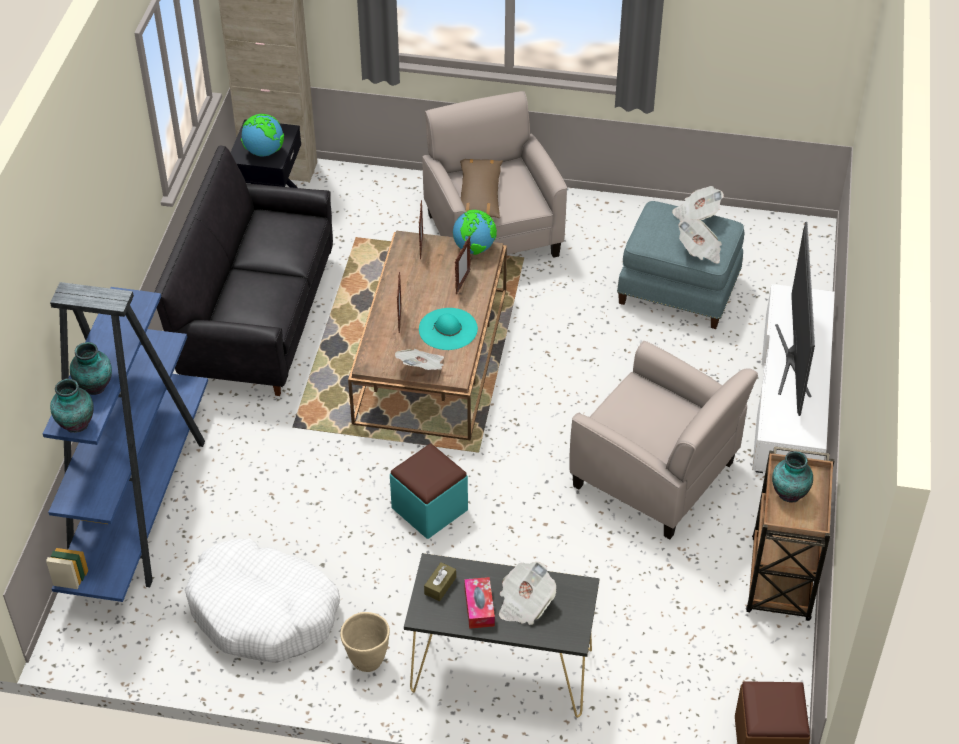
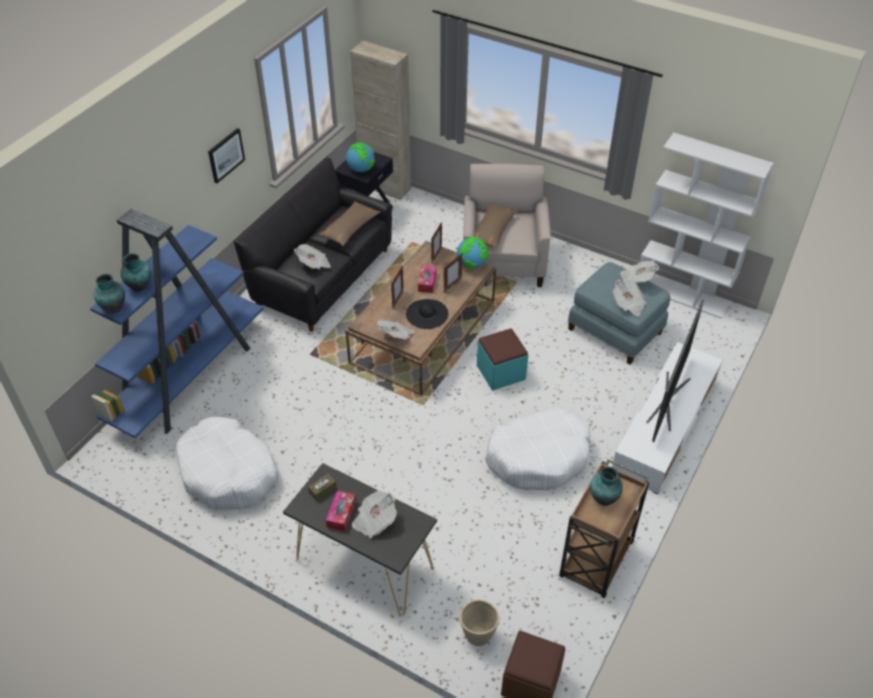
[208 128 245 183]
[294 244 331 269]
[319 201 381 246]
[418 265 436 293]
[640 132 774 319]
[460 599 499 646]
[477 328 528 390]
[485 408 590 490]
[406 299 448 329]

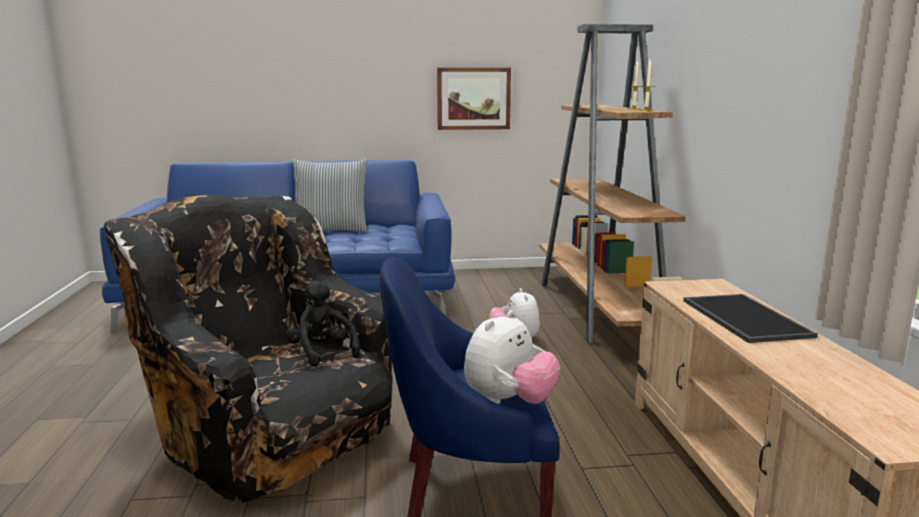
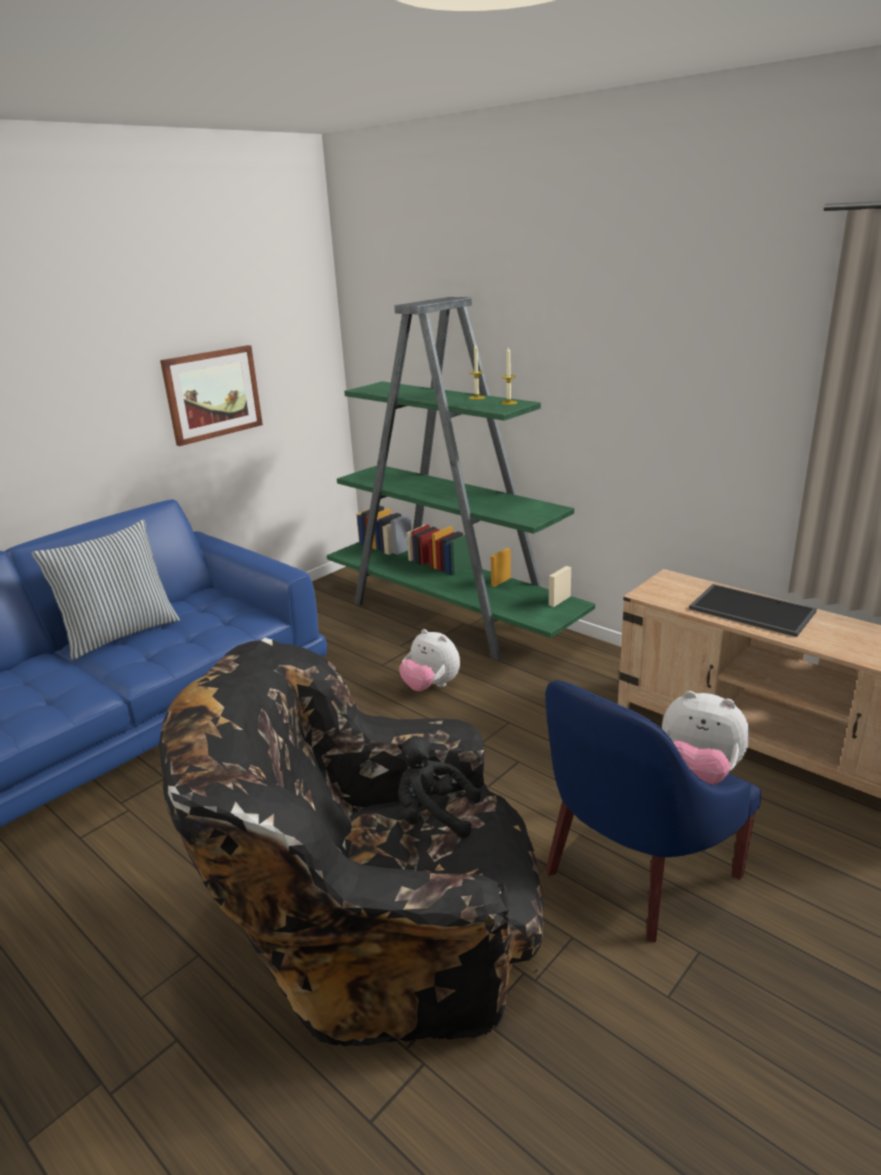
[327 297 595 661]
[662 691 750 785]

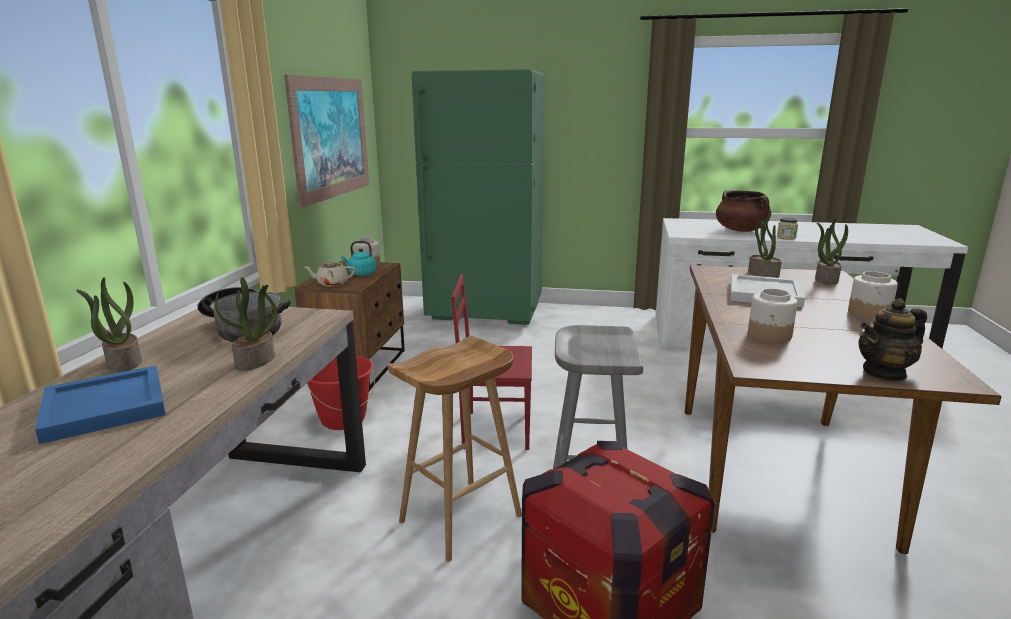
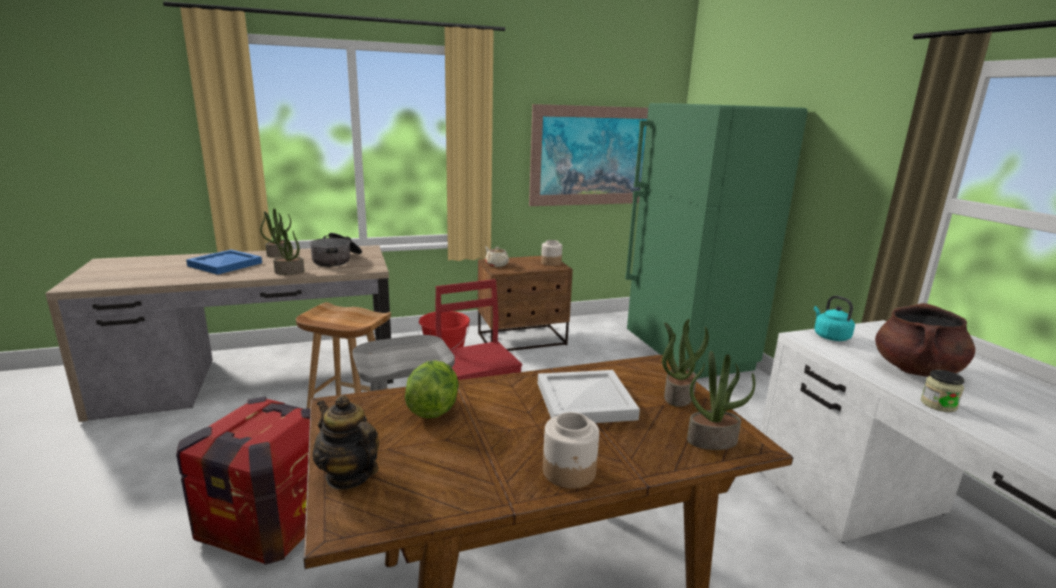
[814 296 855 341]
[405 360 459 419]

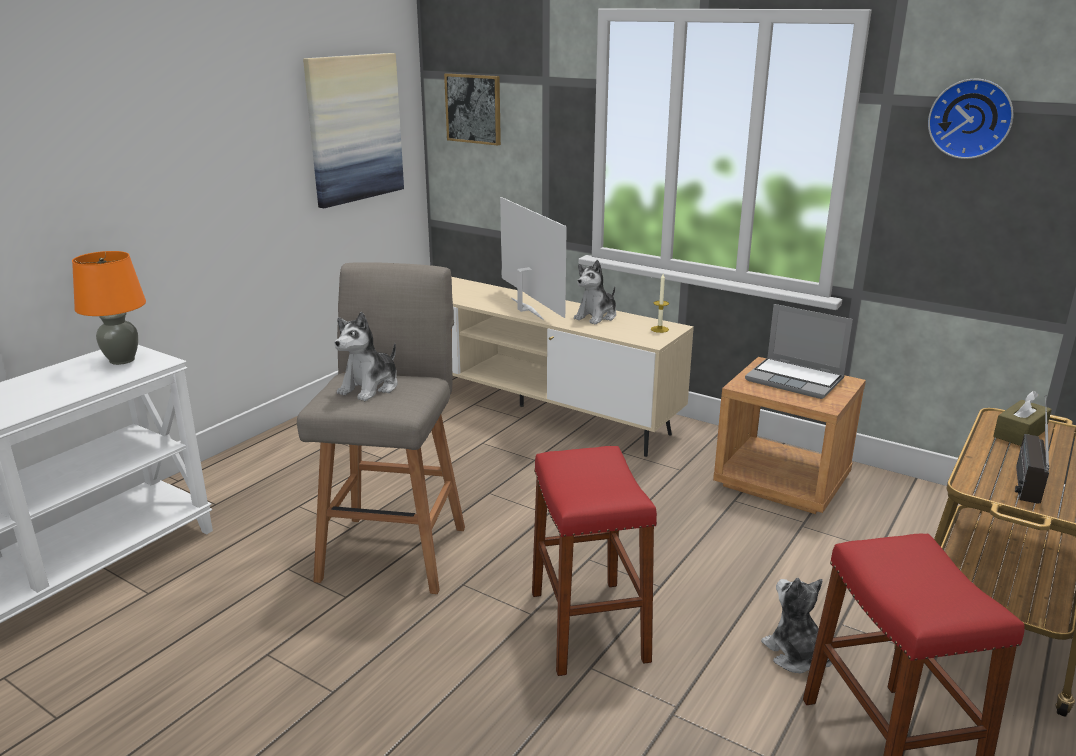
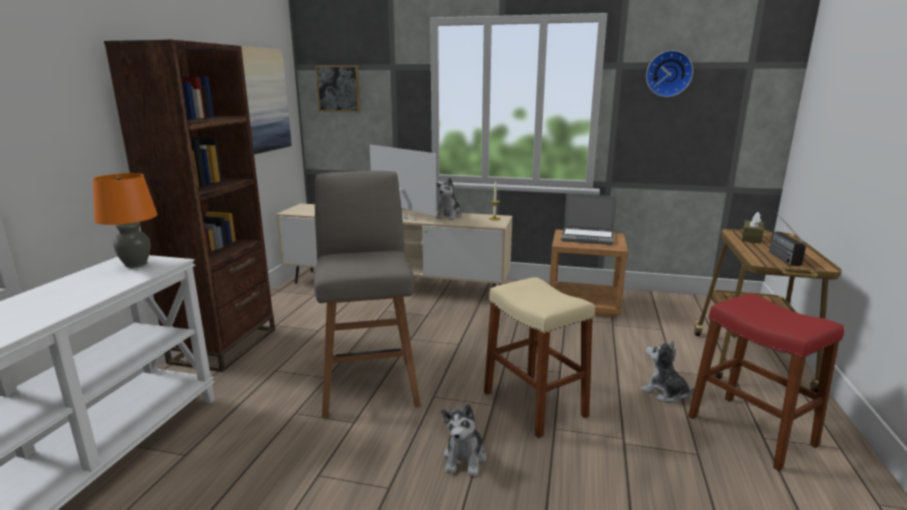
[104 40 275 372]
[441 404 487 477]
[484 277 595 438]

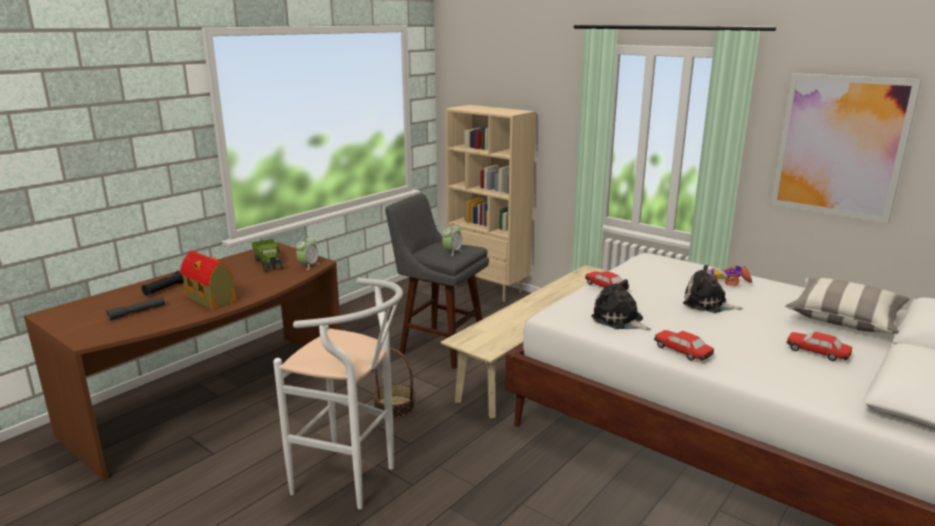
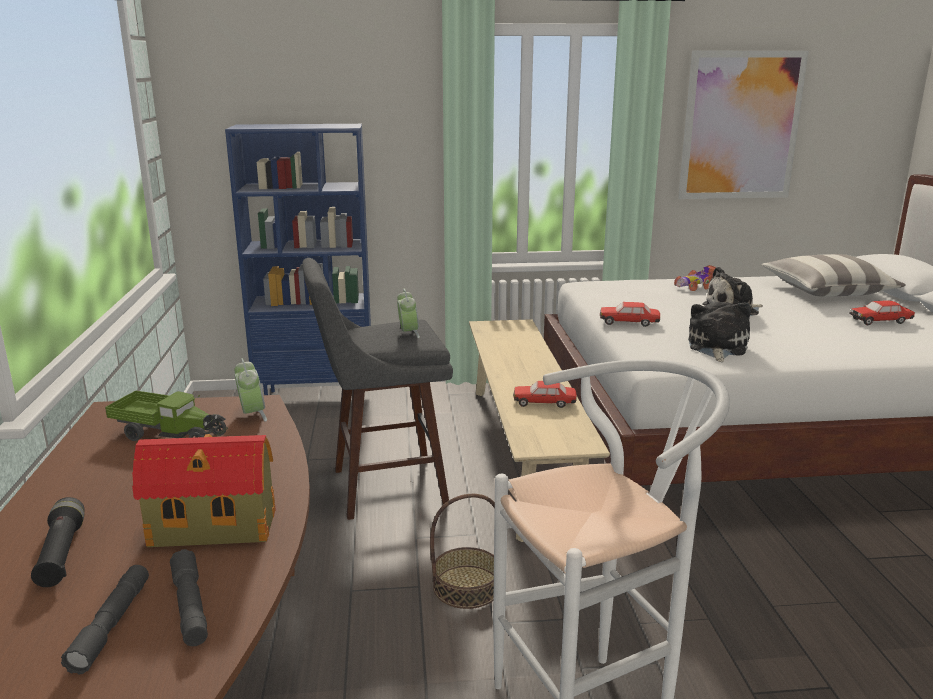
[170 549 208 646]
[513 381 577 408]
[225 124 371 395]
[688 302 751 362]

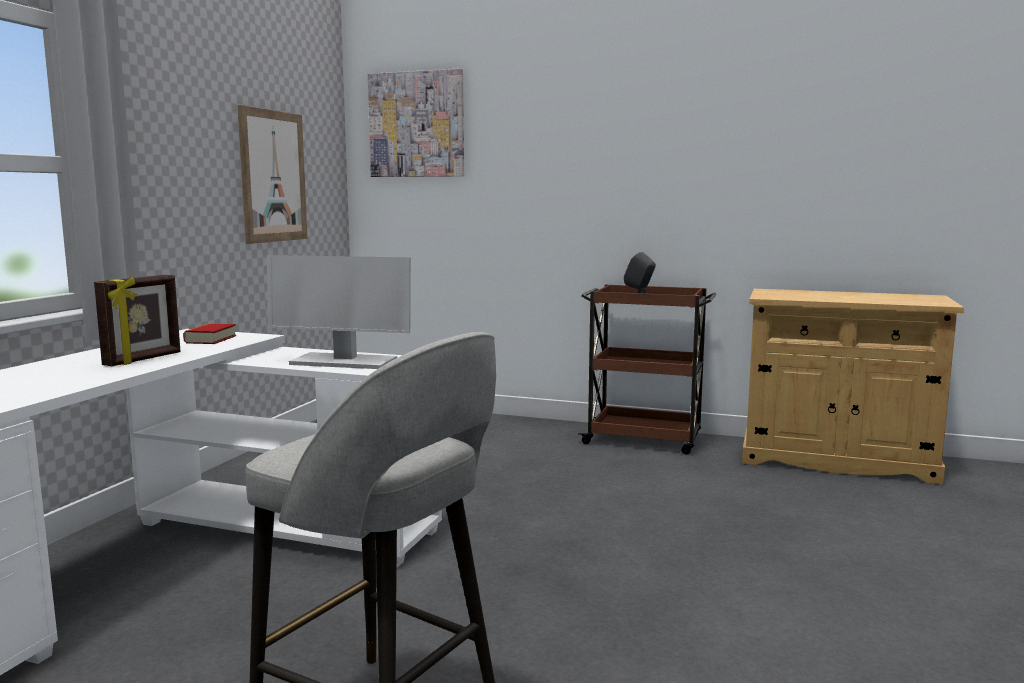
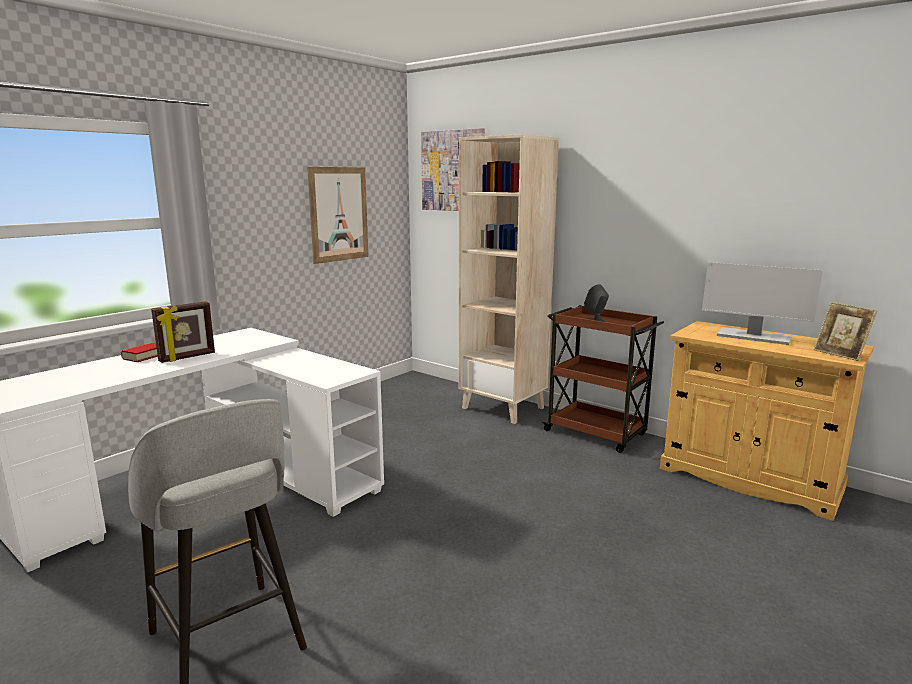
[459 134 559 424]
[814 302 877 361]
[121 343 158 362]
[702 262 823 345]

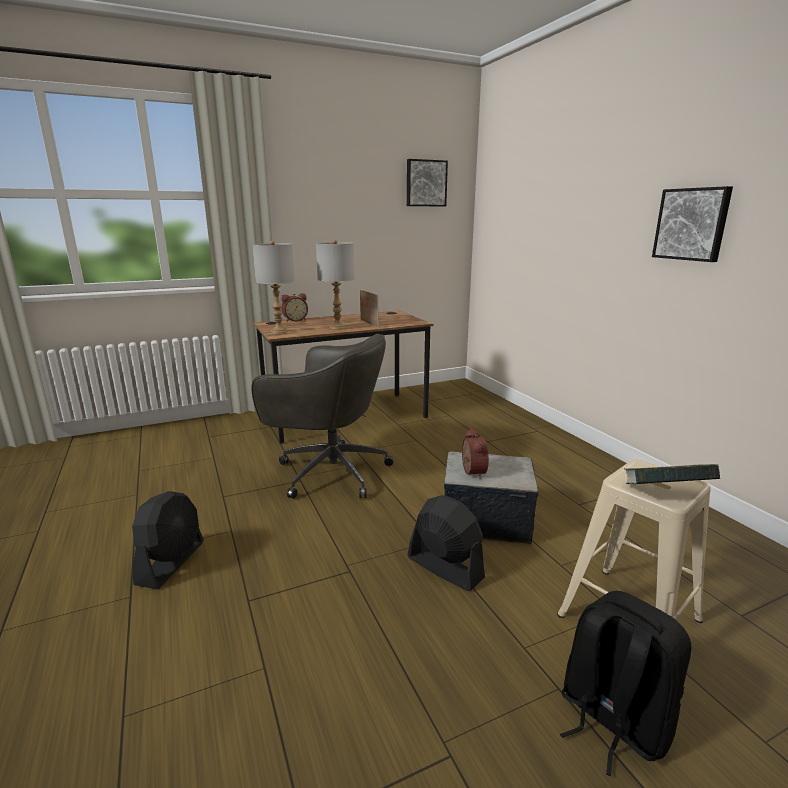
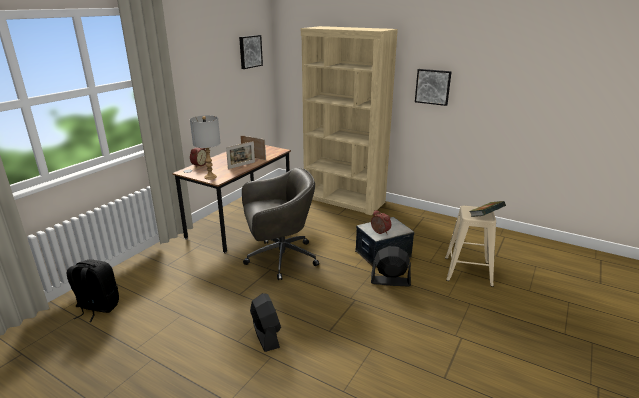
[301 26 398 215]
[67 260 119 322]
[226 141 255 169]

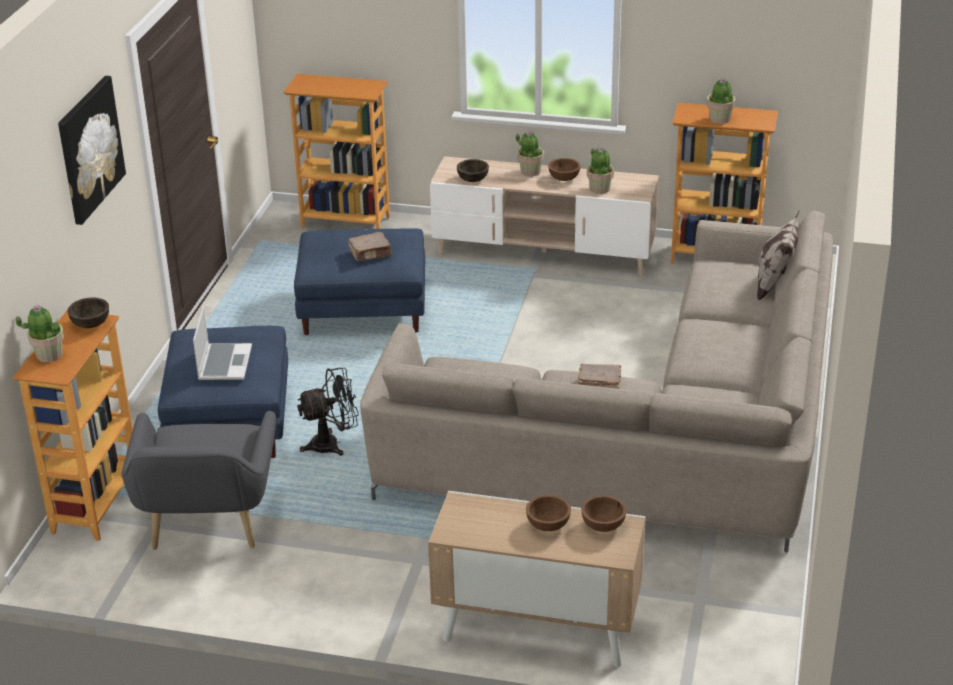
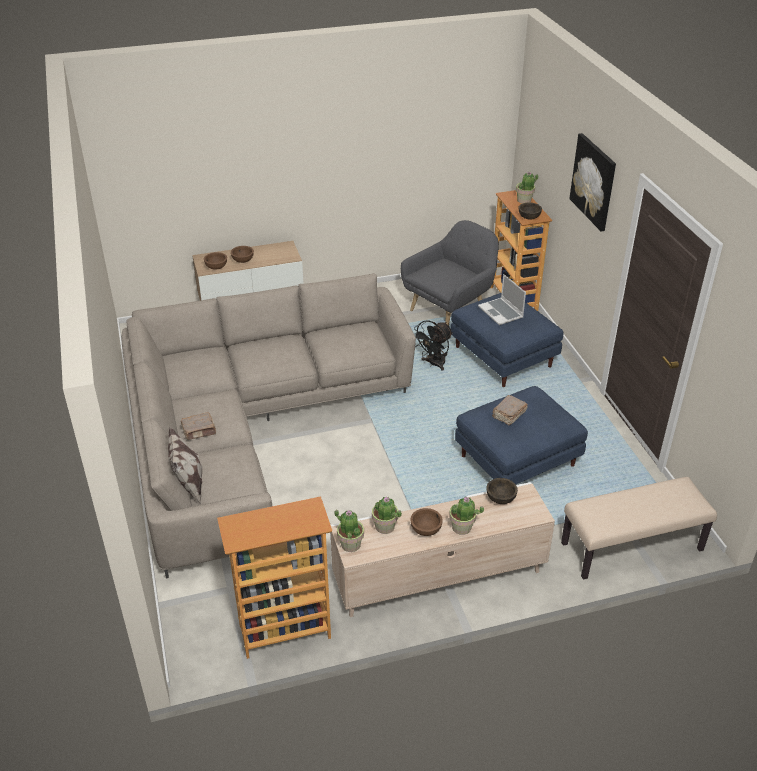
[181 412 216 440]
[334 510 364 552]
[561 477 717 580]
[401 220 499 326]

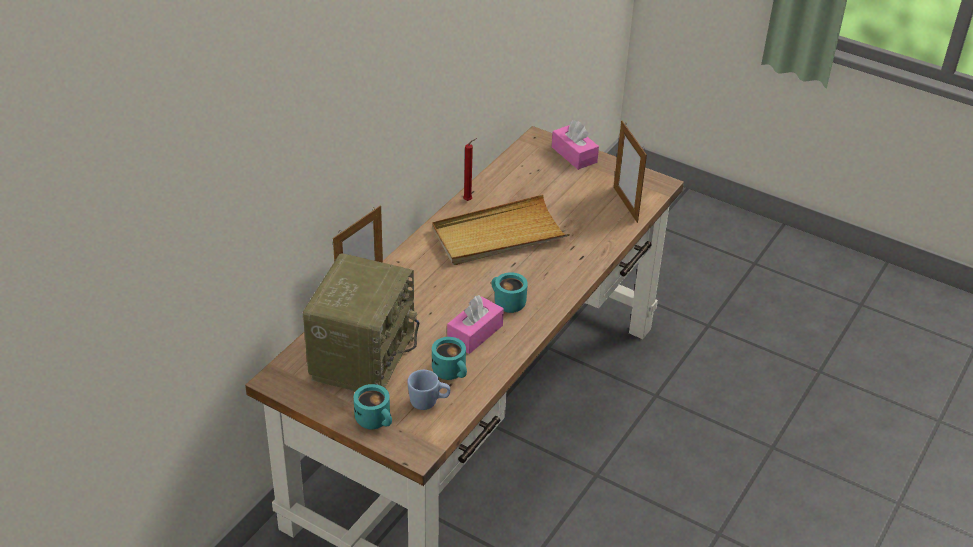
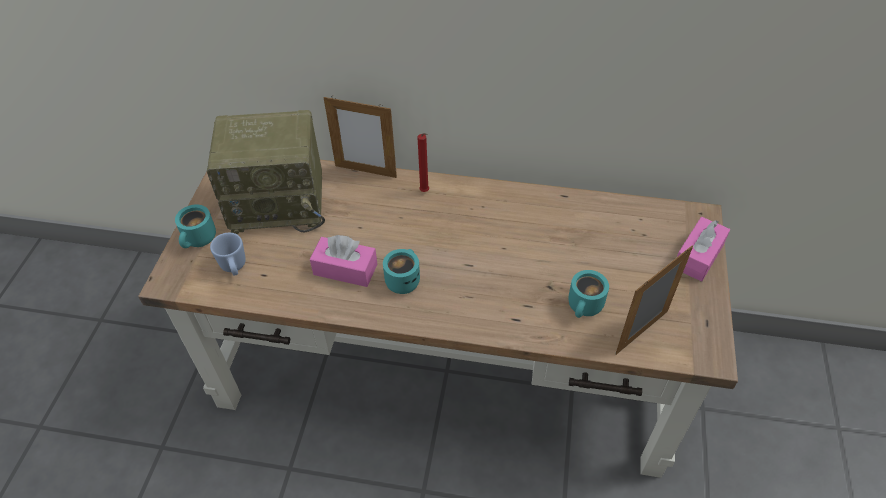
[432 194 570 265] (first image)
[568 270 609 318]
[417 133 429 192]

